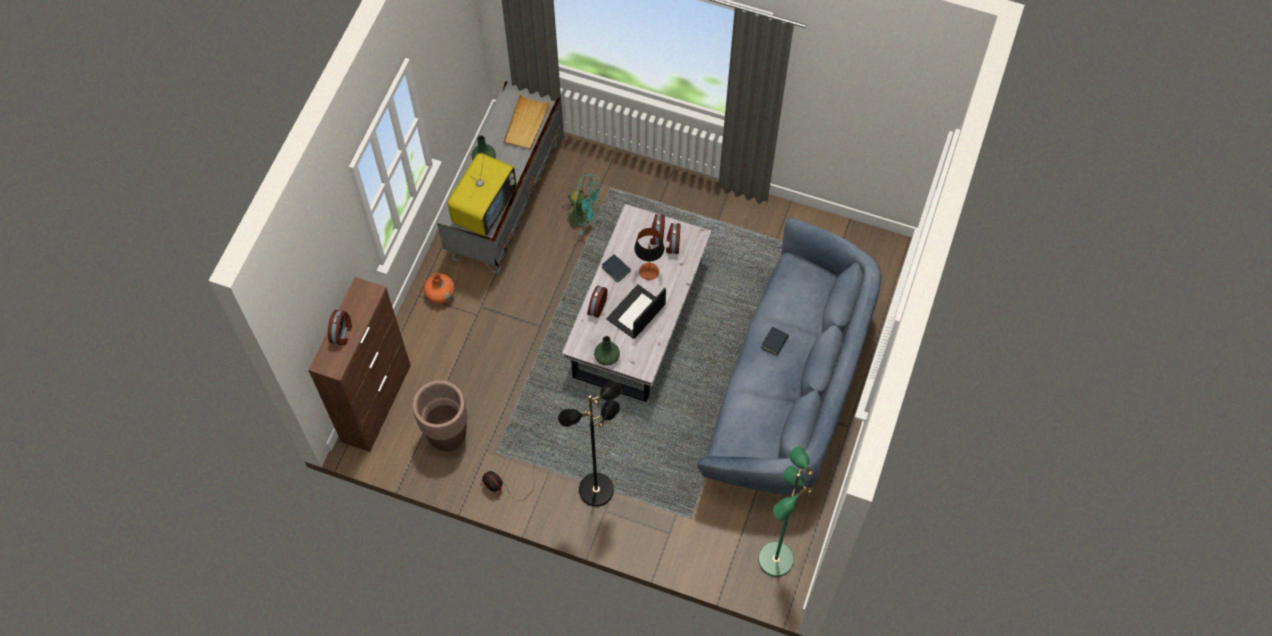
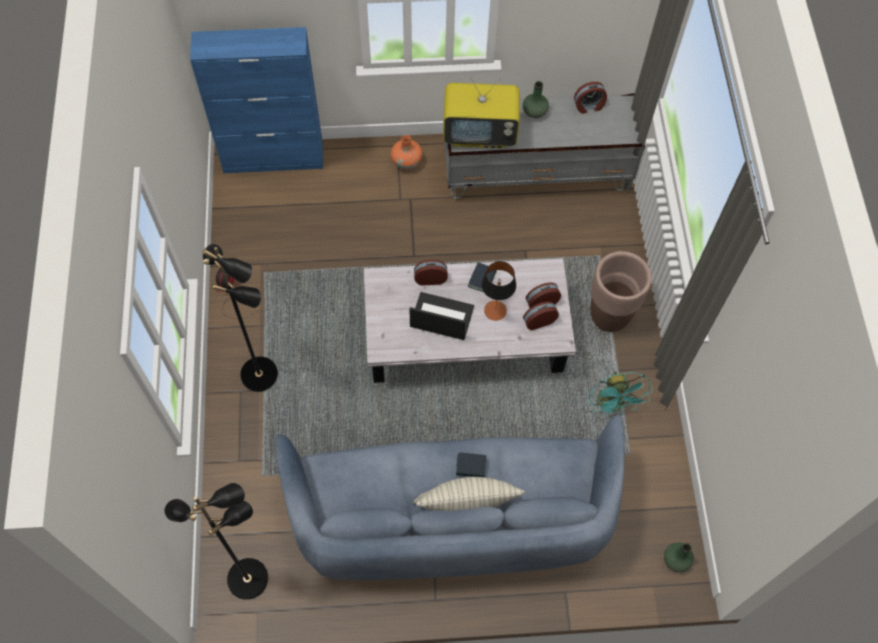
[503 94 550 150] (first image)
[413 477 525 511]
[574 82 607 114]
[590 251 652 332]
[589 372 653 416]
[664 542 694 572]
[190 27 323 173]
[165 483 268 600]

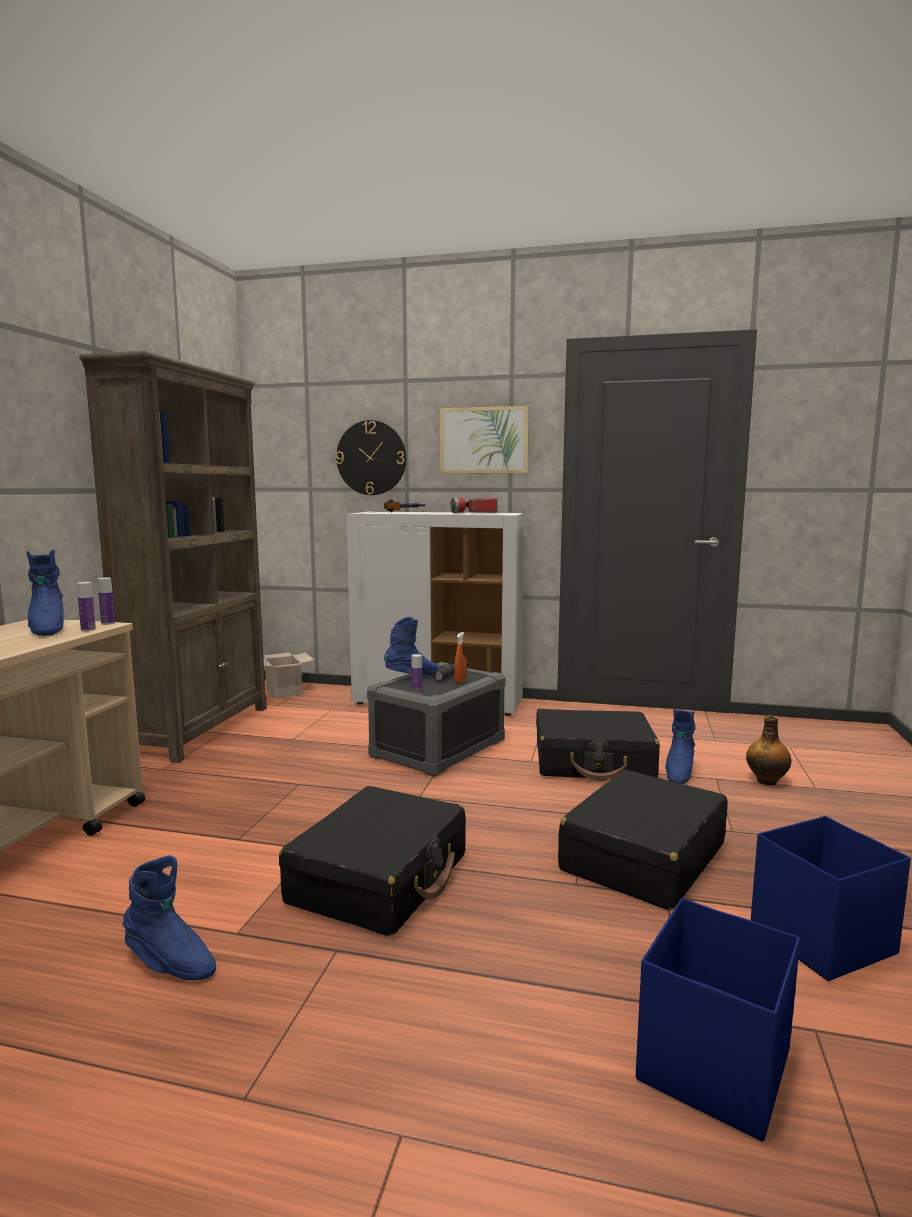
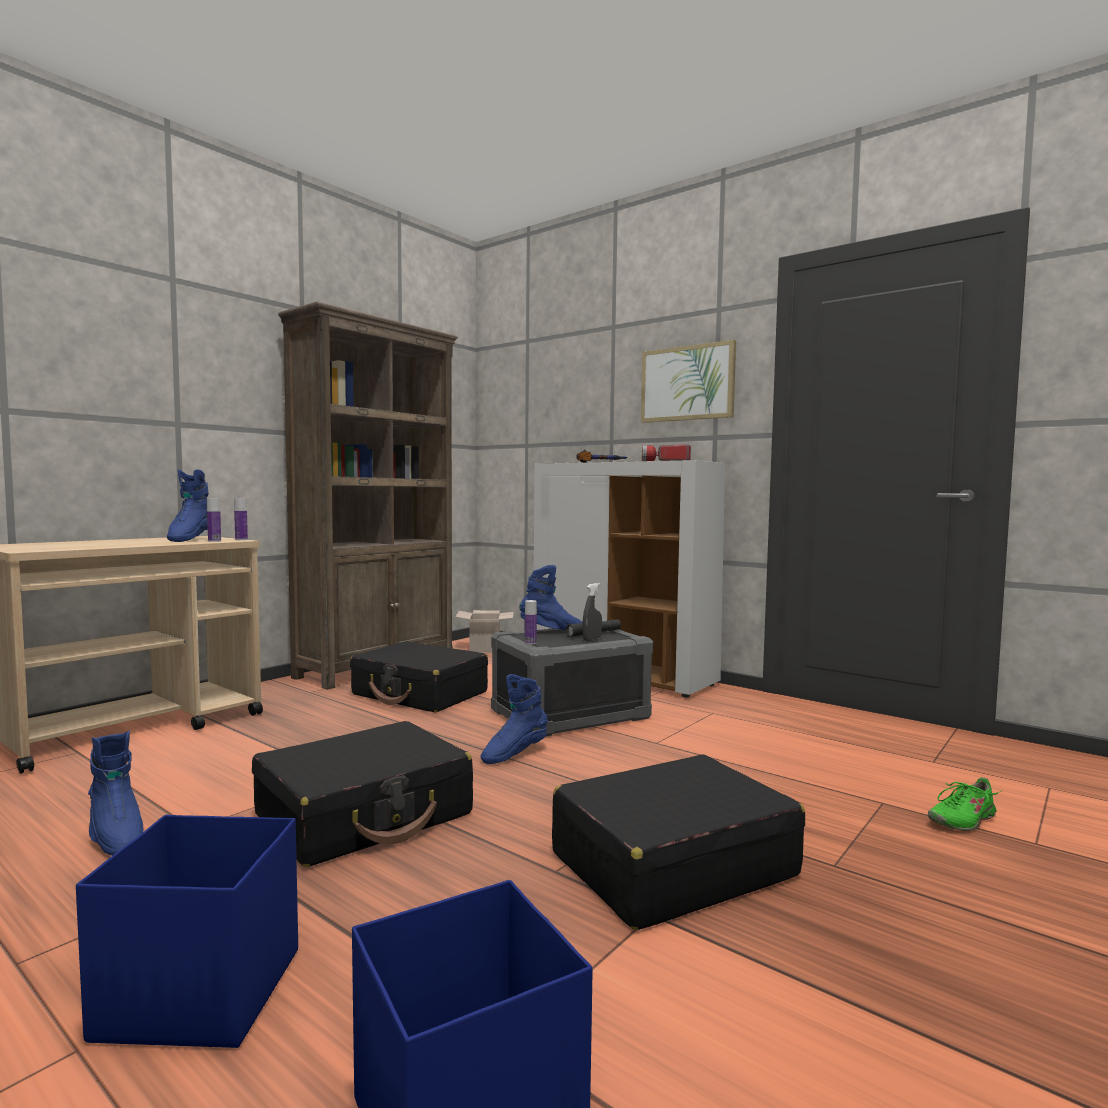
[336 420 406 495] (first image)
[350 641 488 713]
[481 674 548 764]
[76 815 298 1048]
[927 777 1003 831]
[582 583 602 641]

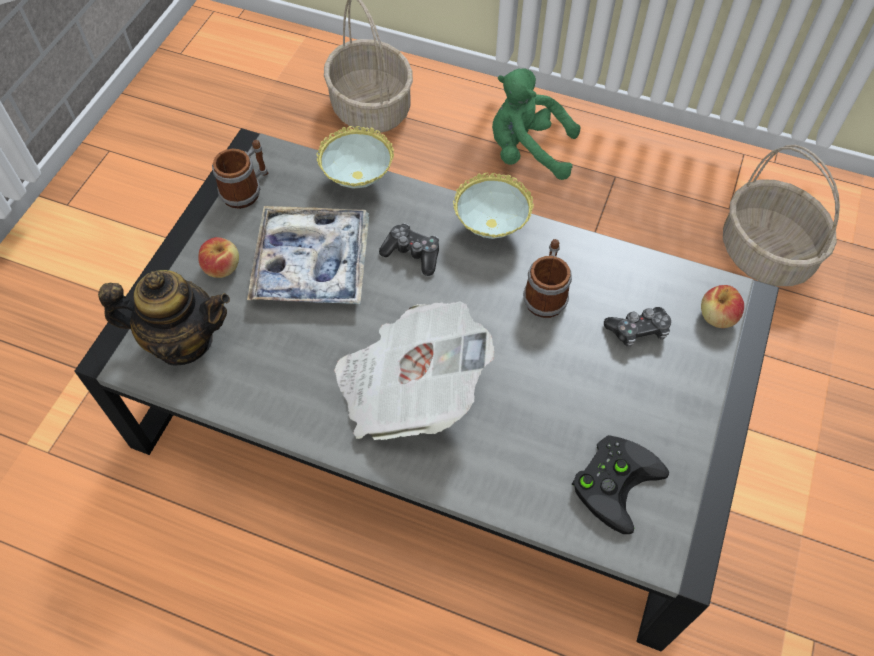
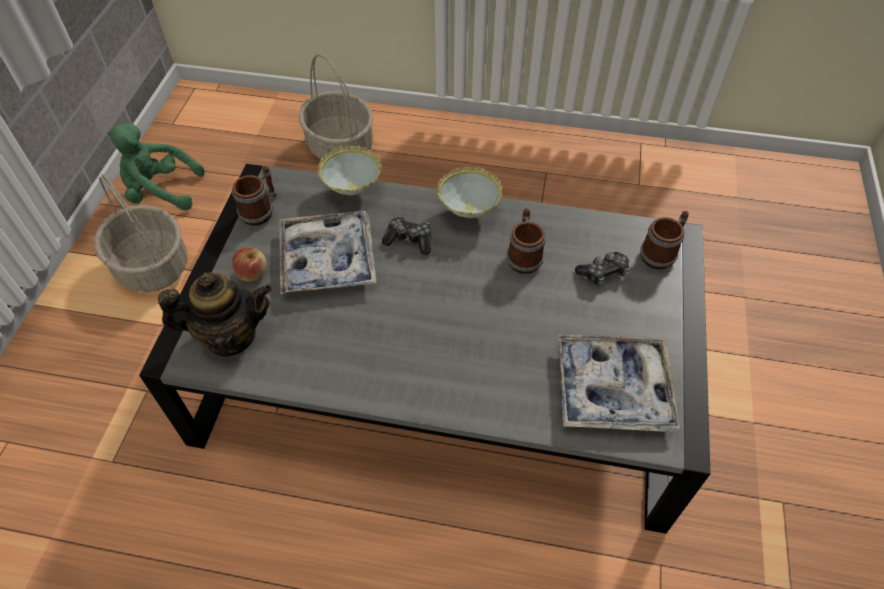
[334 302 494 440] (first image)
[108 123 205 211]
[95 174 188 292]
[558 335 680 432]
[640 211 689 269]

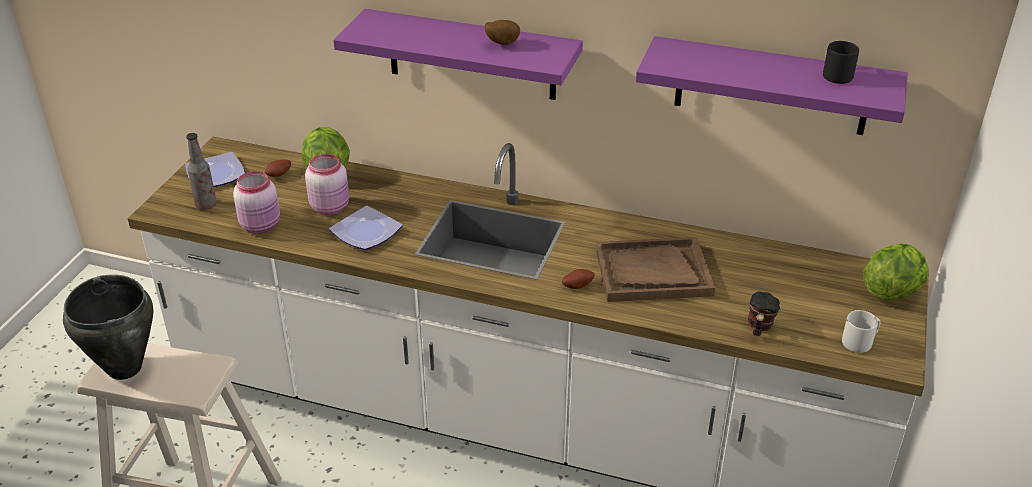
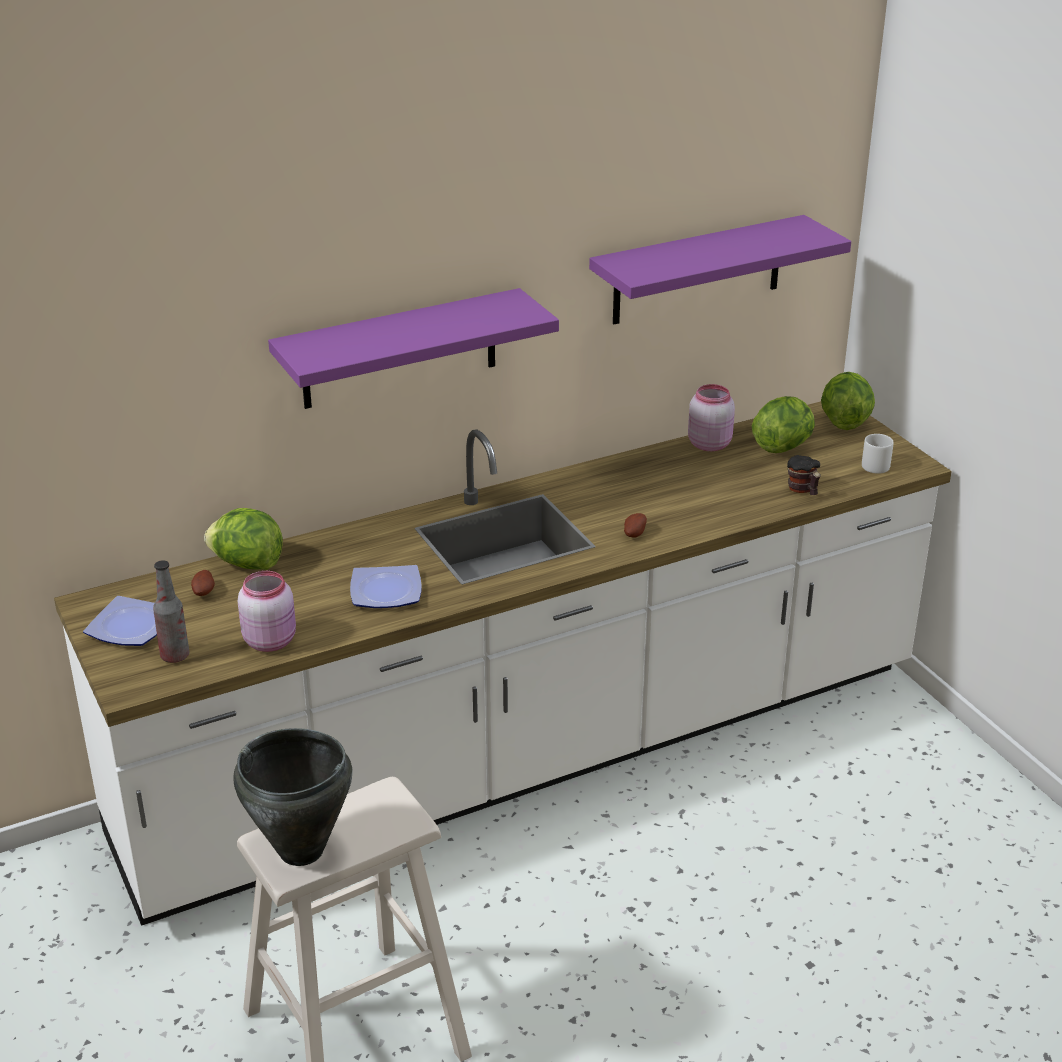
[484 20 520 45] (first image)
[596 237 715 302] (first image)
[823 41 859 84] (first image)
[752 396 815 453]
[688 384 735 451]

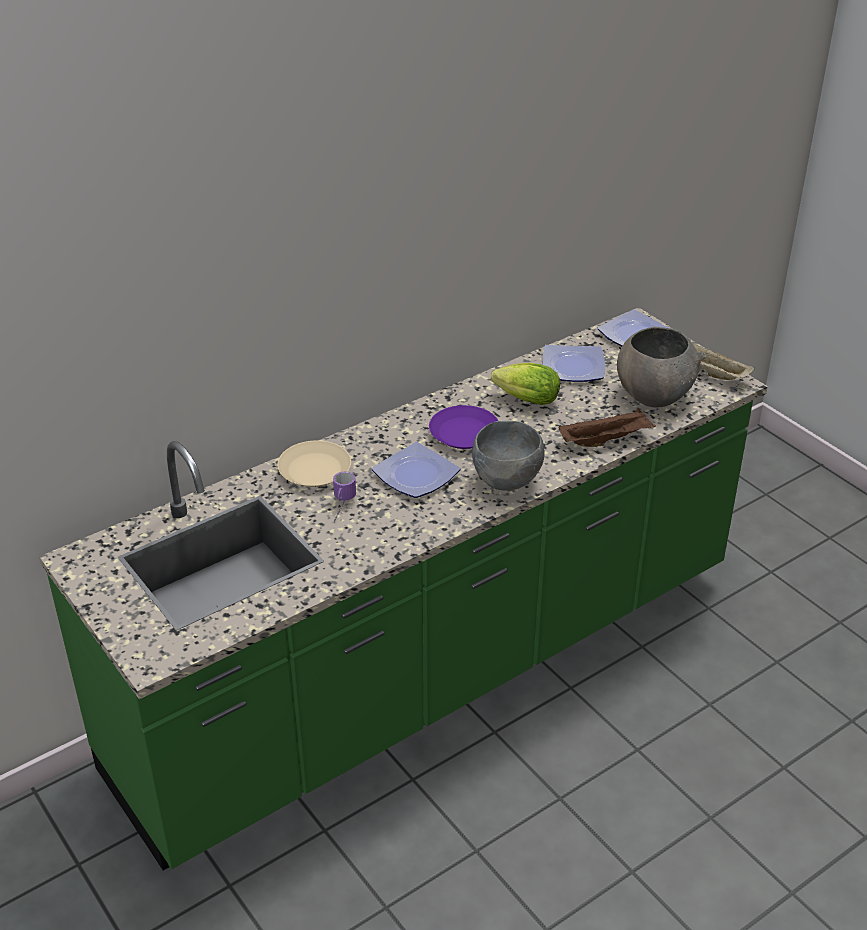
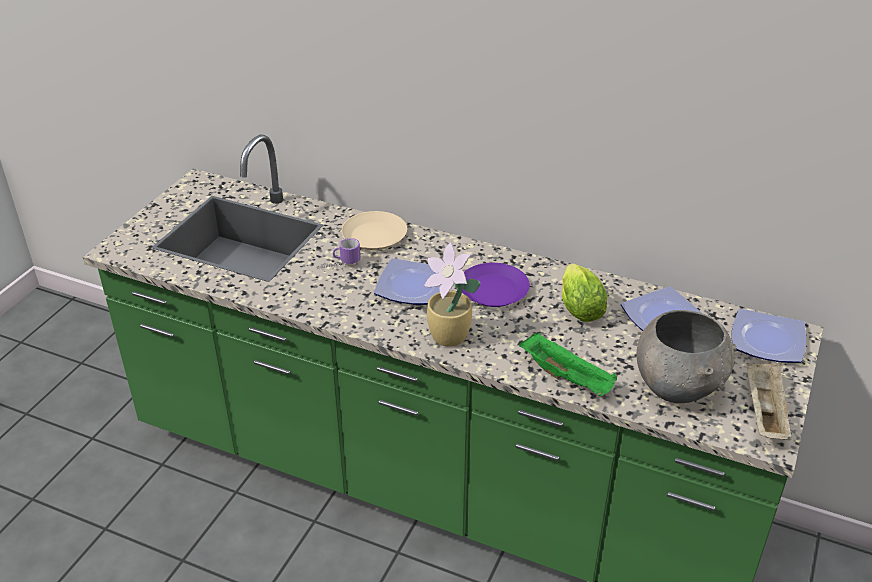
[424 242 481 347]
[519 333 617 396]

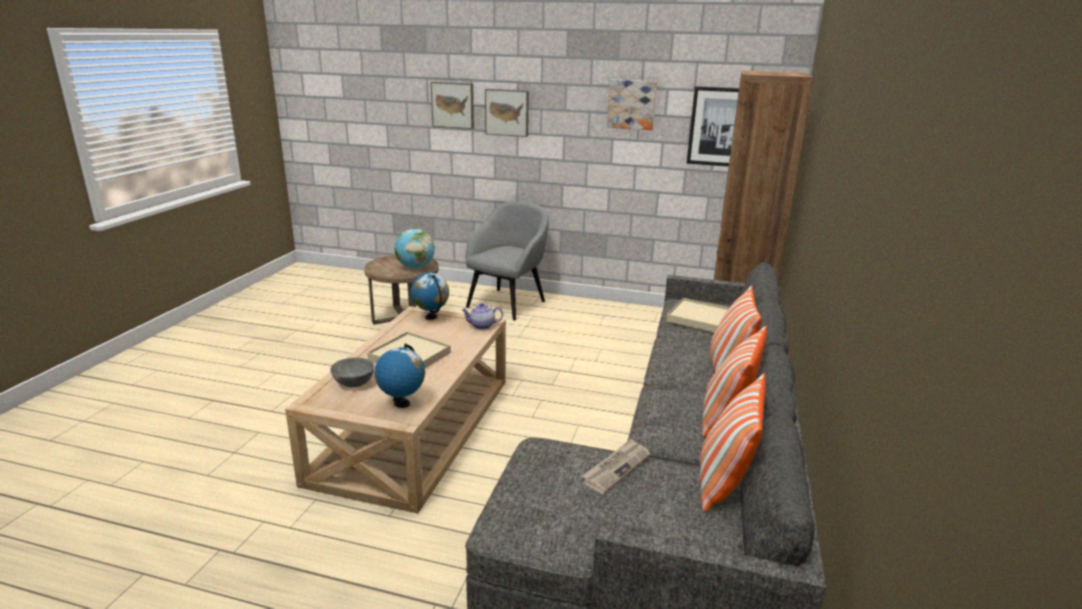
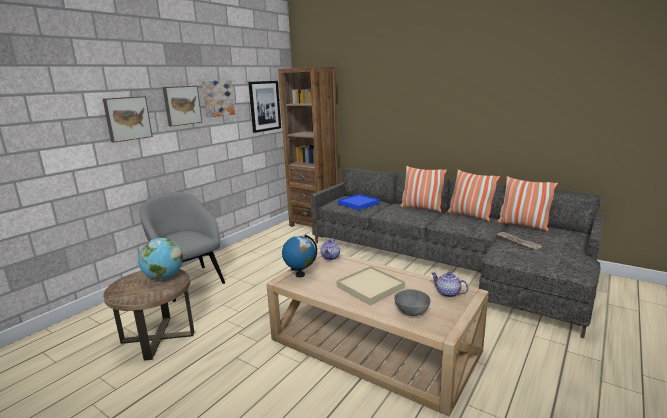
[163 86 202 127]
[431 272 468 298]
[338 194 380 210]

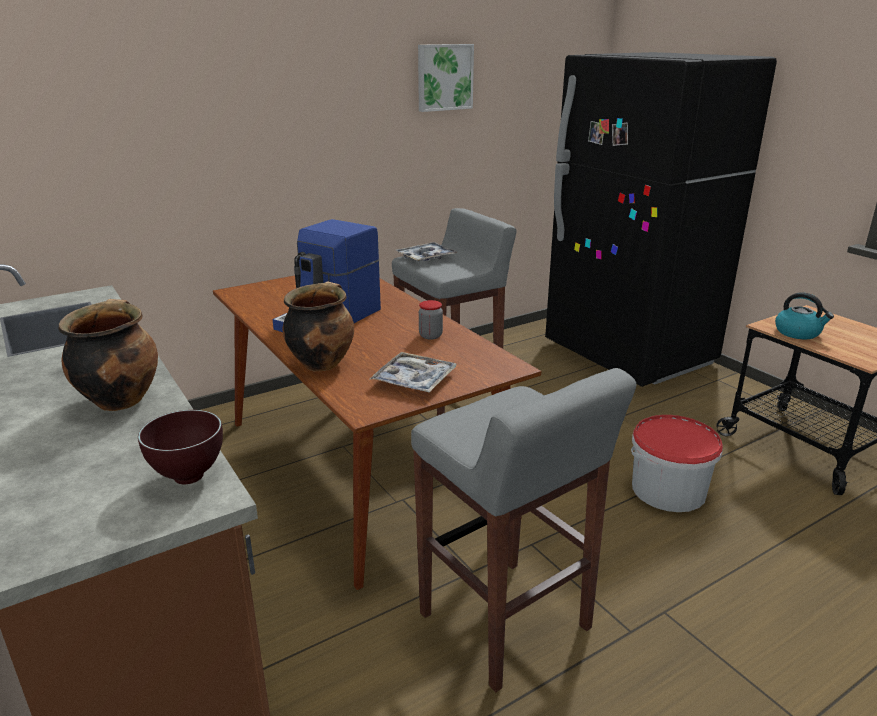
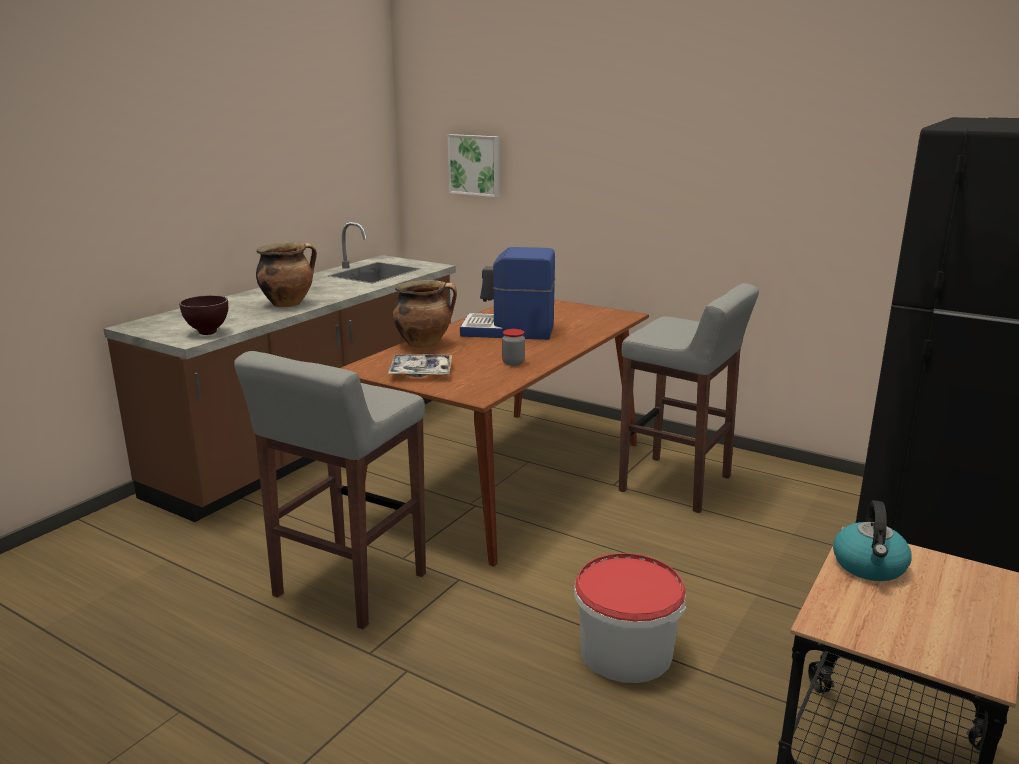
[396 242 457 262] (first image)
[448 134 500 197]

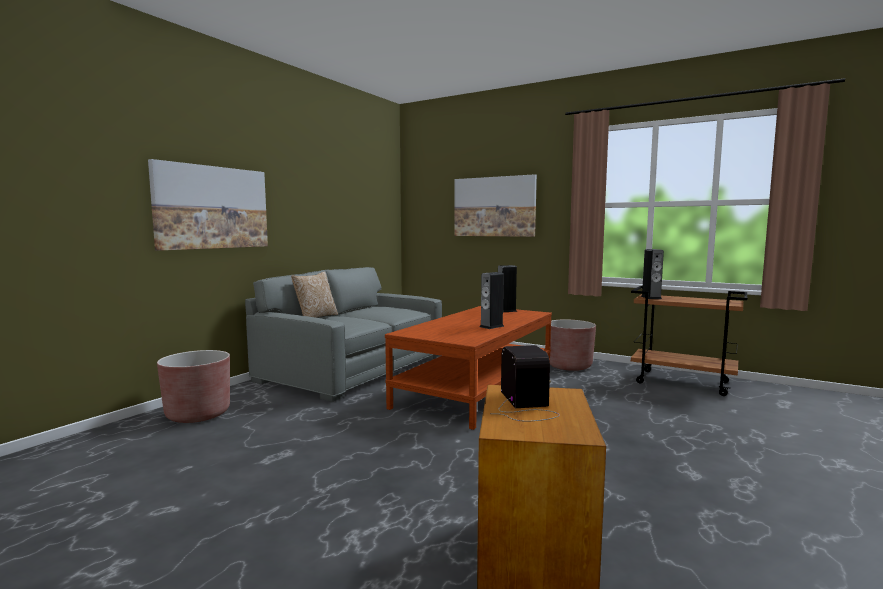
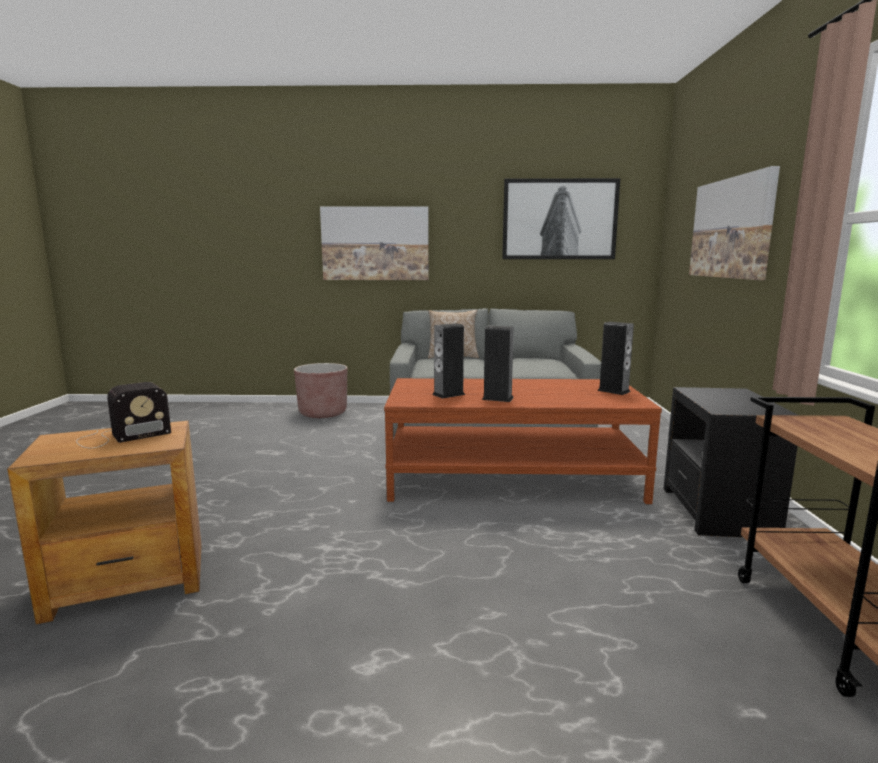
[502 178 620 259]
[432 323 465 399]
[664 387 798 537]

